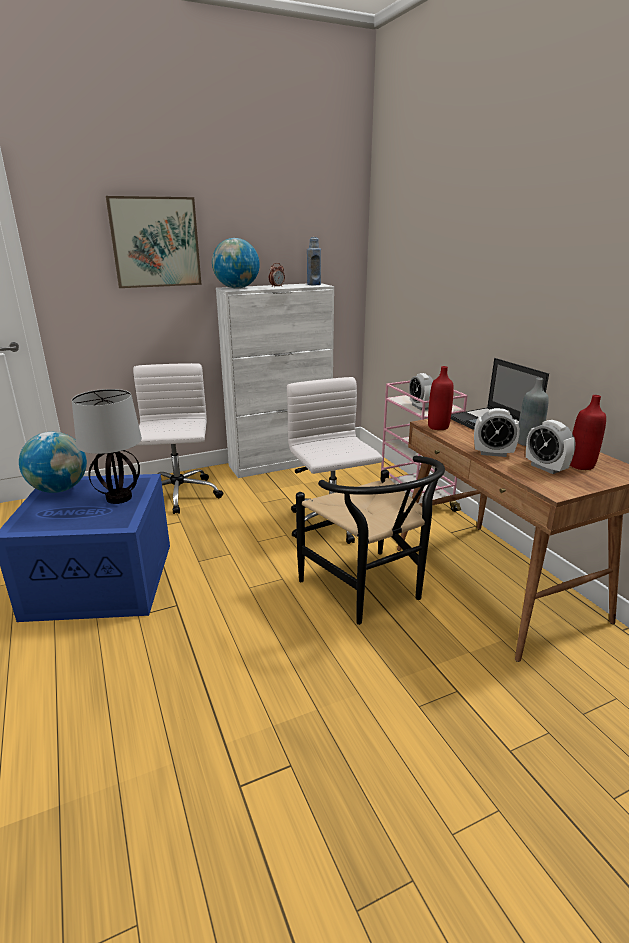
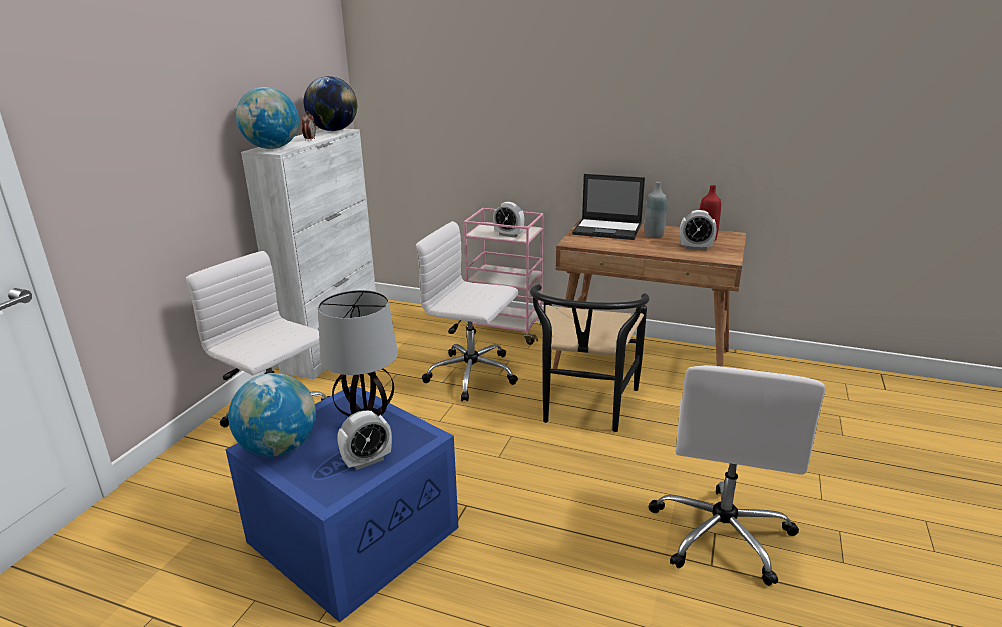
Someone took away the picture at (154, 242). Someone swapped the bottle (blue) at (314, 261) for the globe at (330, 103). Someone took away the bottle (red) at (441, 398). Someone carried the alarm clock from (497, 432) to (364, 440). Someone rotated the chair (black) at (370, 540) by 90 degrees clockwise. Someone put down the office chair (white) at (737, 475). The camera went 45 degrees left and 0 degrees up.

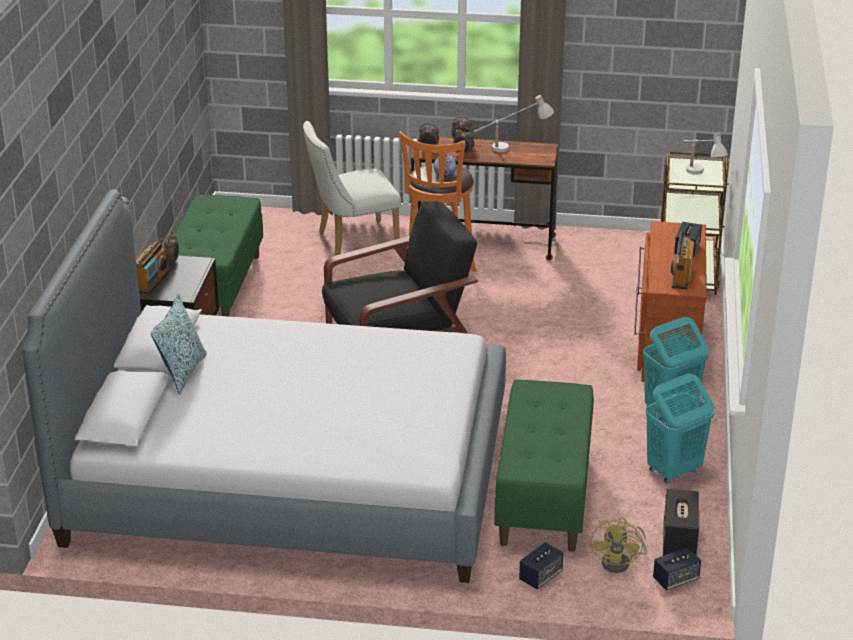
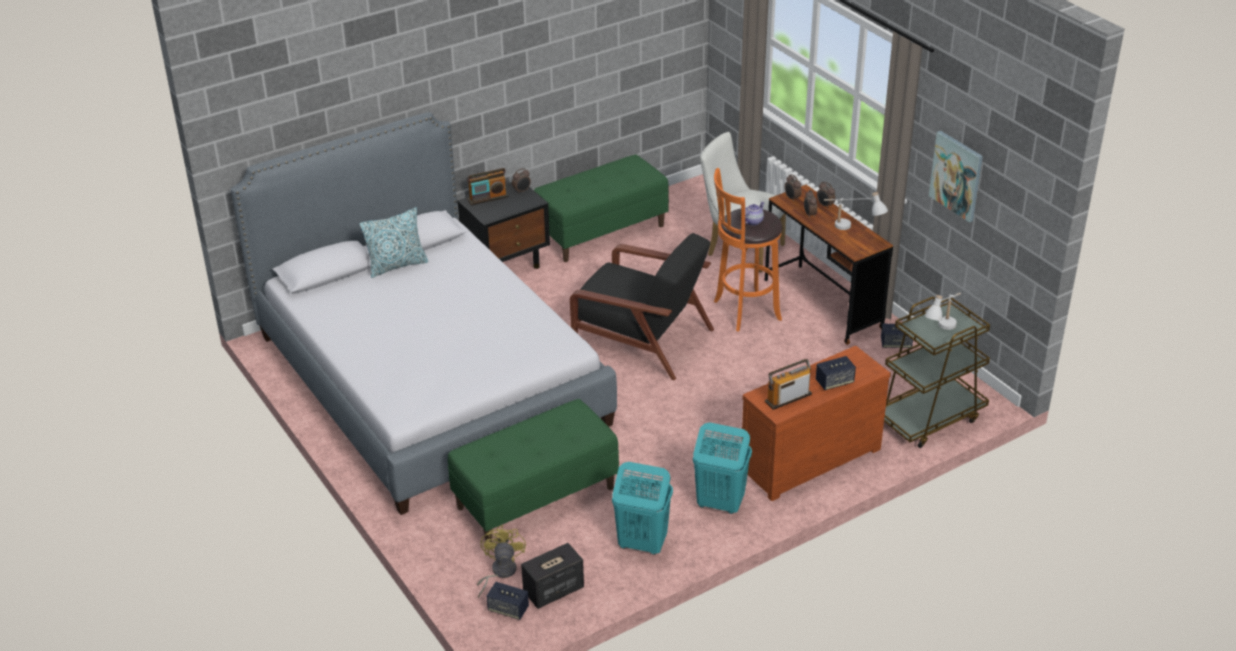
Someone rotated the fan (yellow) at (619, 545) by 120 degrees clockwise. Someone carried the speaker from (541, 565) to (897, 336). Someone put up the picture at (956, 176). The camera went 50 degrees right and 5 degrees up.

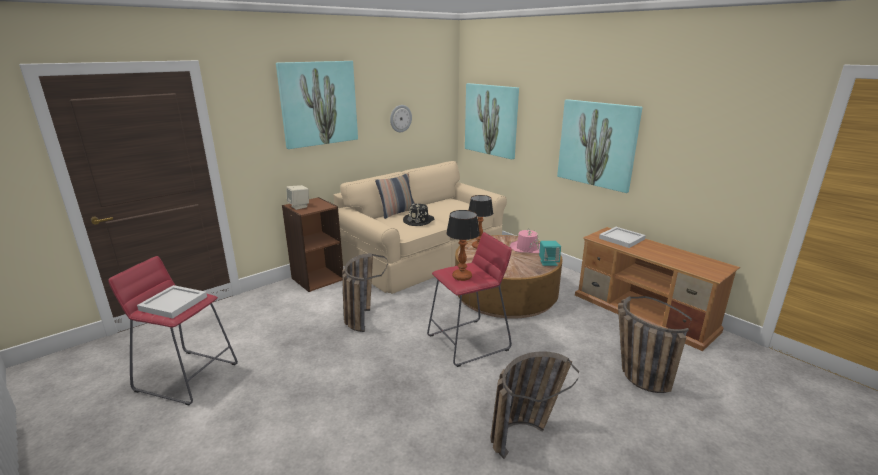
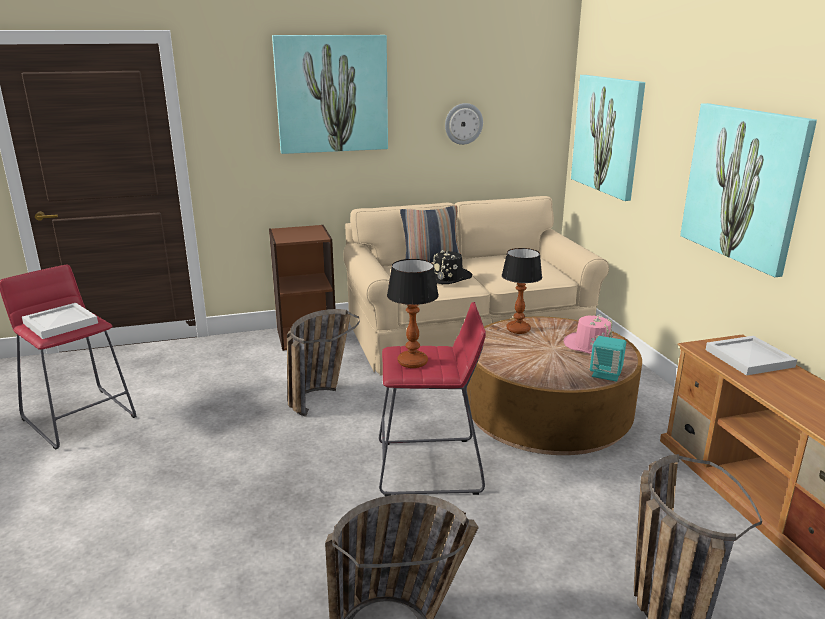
Someone took away the speaker (beige) at (297, 197). The camera went 25 degrees right and 0 degrees up.

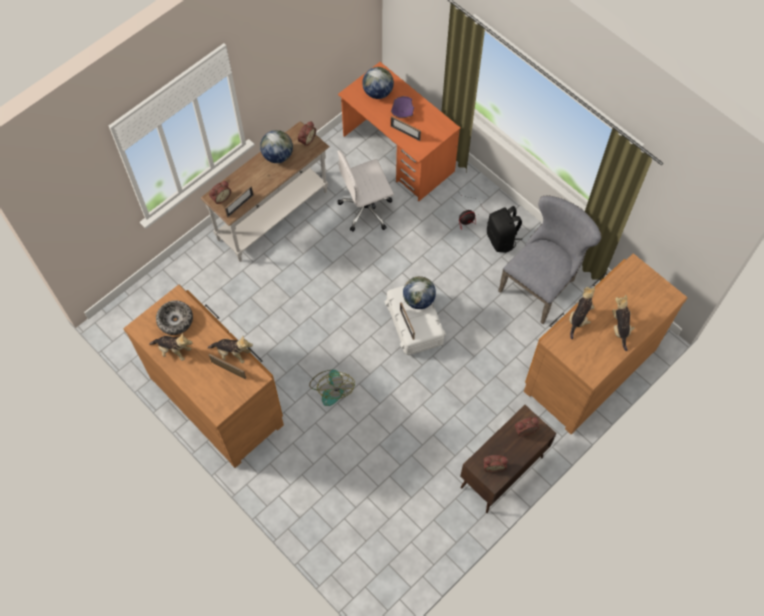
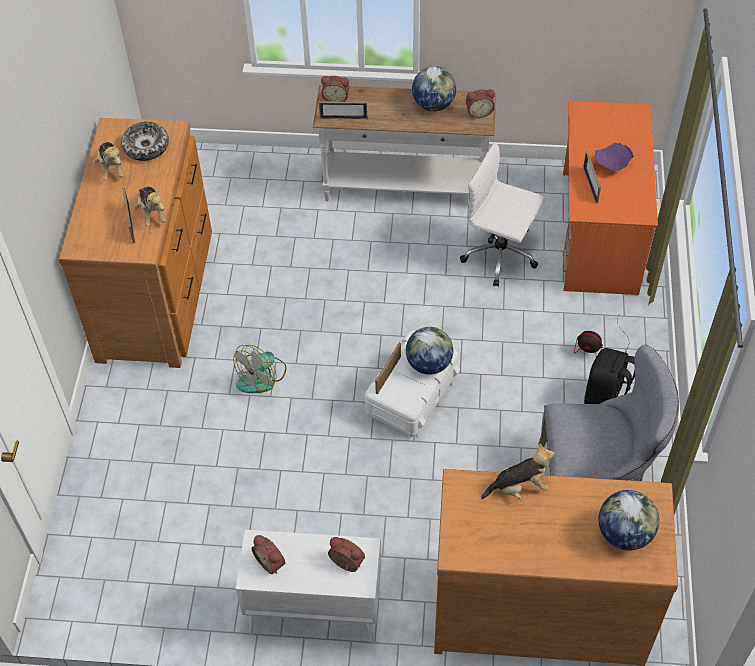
Someone carried the globe from (378, 83) to (628, 520). Someone took away the plush toy at (623, 323). Someone repainted the cabinet (brown) at (508, 459), which became the cabinet (white) at (308, 587). The camera went 50 degrees right and 10 degrees down.

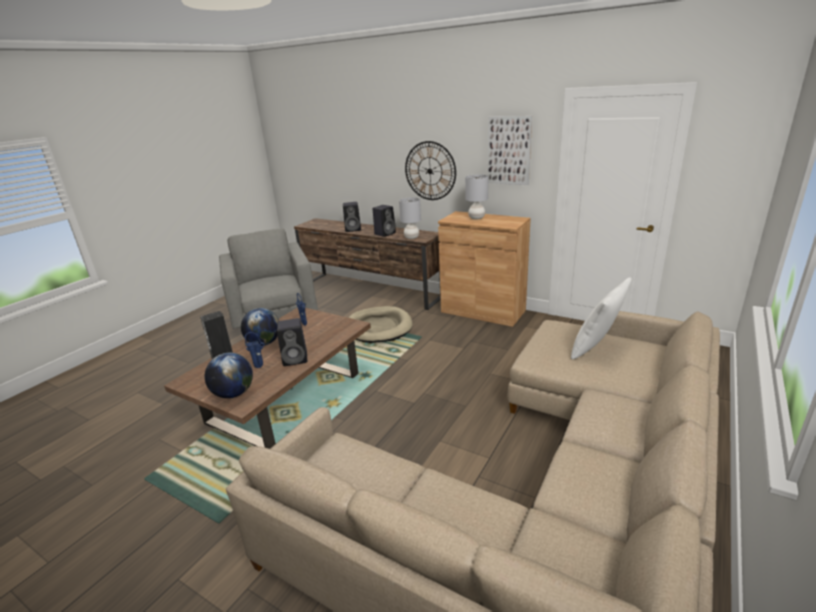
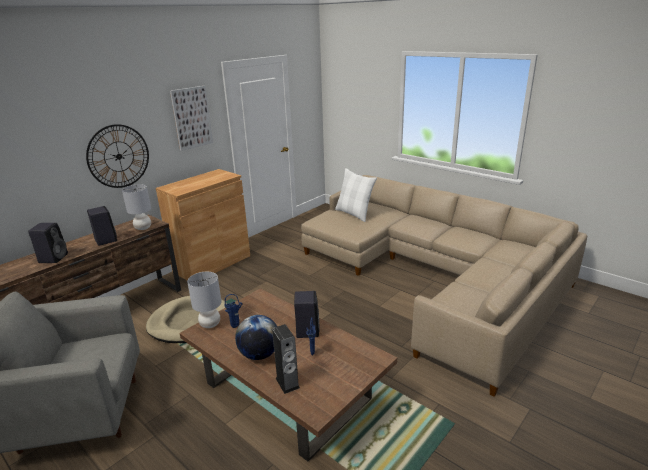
Someone carried the table lamp (grey) from (476, 197) to (204, 300). Someone took away the globe at (229, 375). The camera went 80 degrees left and 0 degrees up.

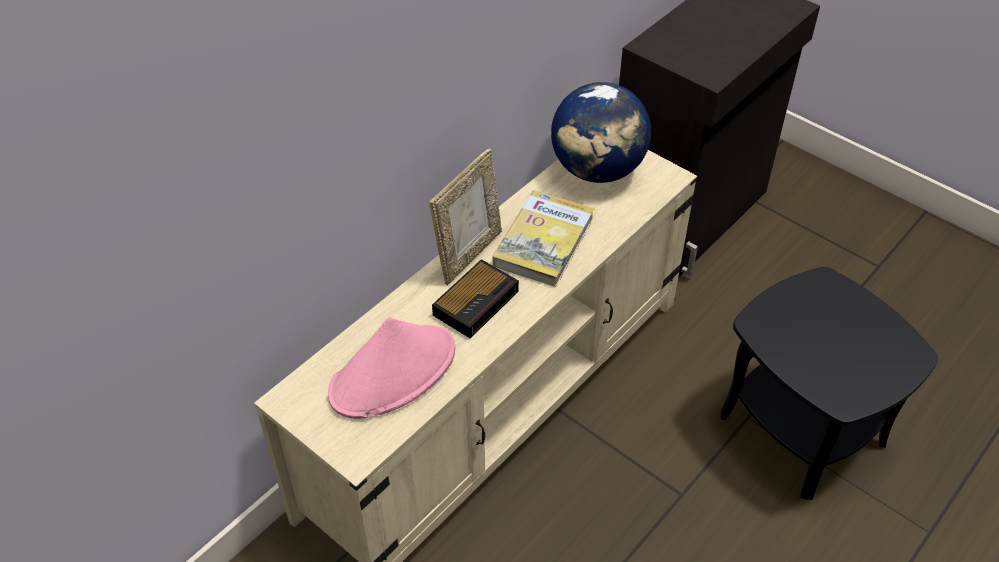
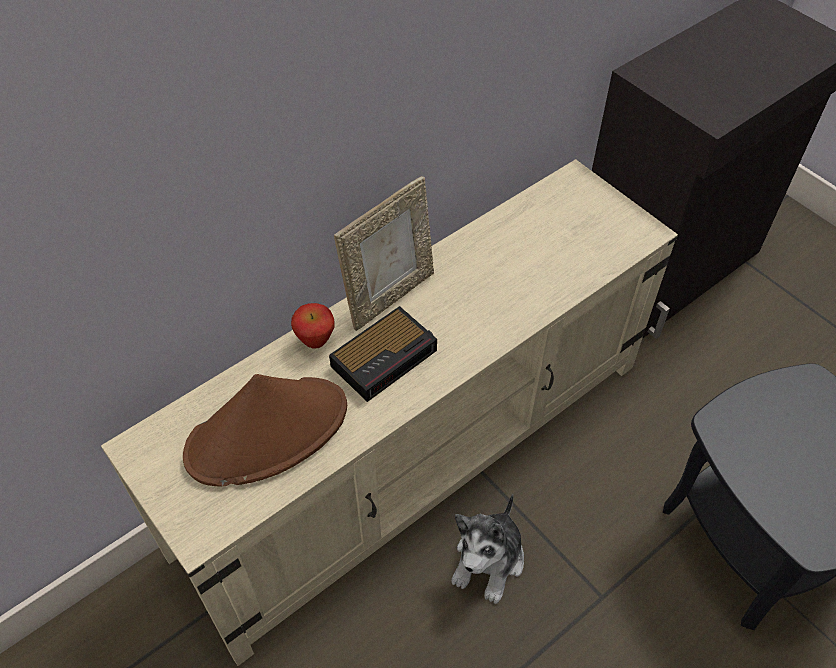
Someone took away the globe at (601, 132). Someone took away the book at (544, 238). Someone repainted the hat (pink) at (391, 368), which became the hat (brown) at (265, 430). Someone put down the apple at (313, 326). Someone put down the plush toy at (488, 549). The camera went 10 degrees right and 5 degrees up.

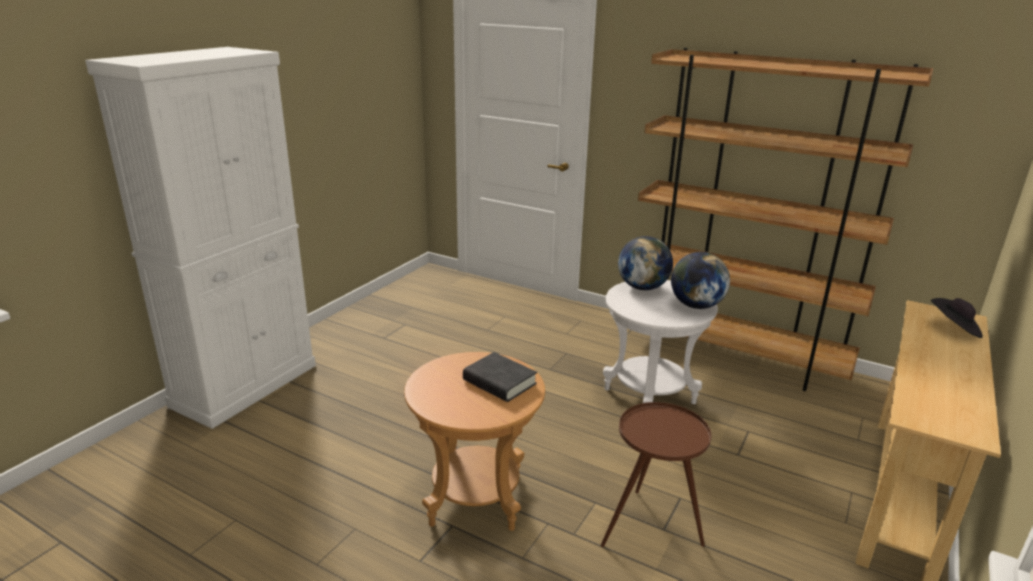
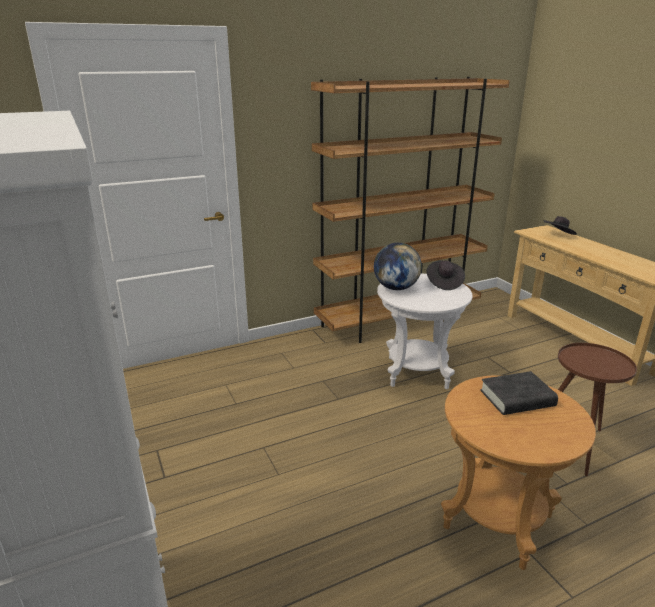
Someone swapped the globe at (700, 280) for the hat (black) at (445, 275). The camera went 55 degrees left and 0 degrees up.

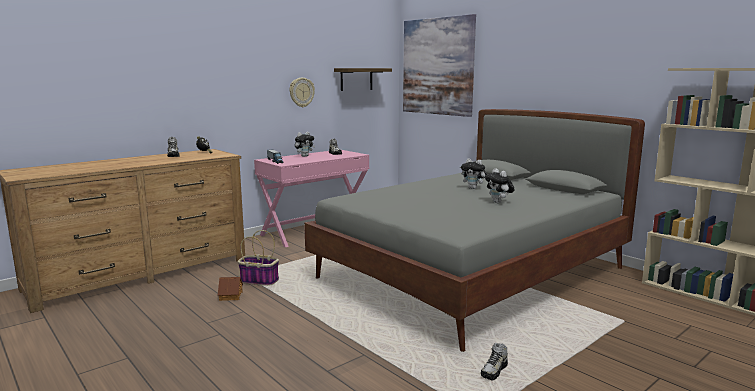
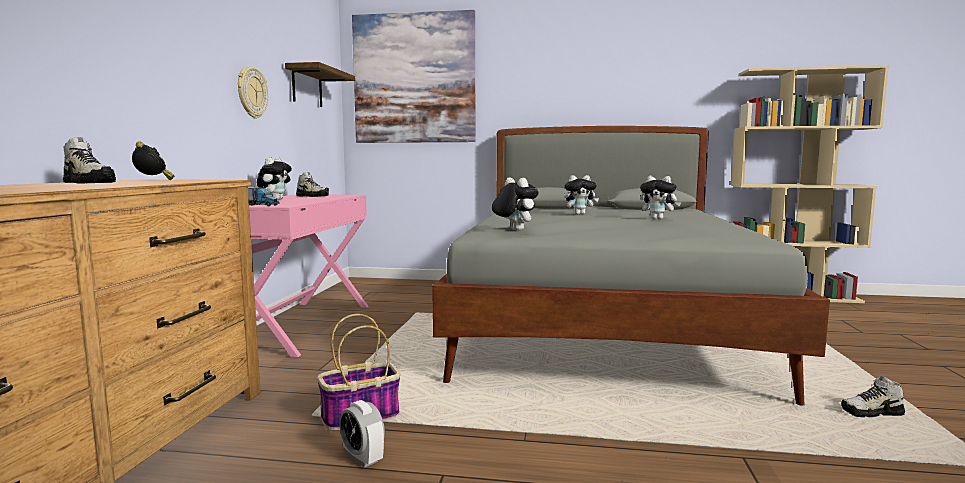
Someone swapped the toy house at (230, 289) for the alarm clock at (362, 434). Someone rotated the shoe at (494, 361) by 90 degrees clockwise. Someone put down the plush toy at (515, 204). The camera went 40 degrees left and 5 degrees down.

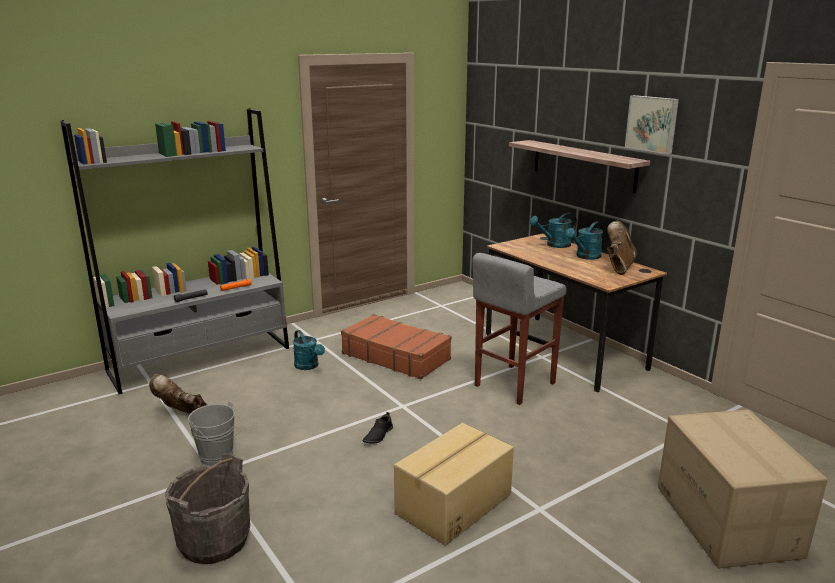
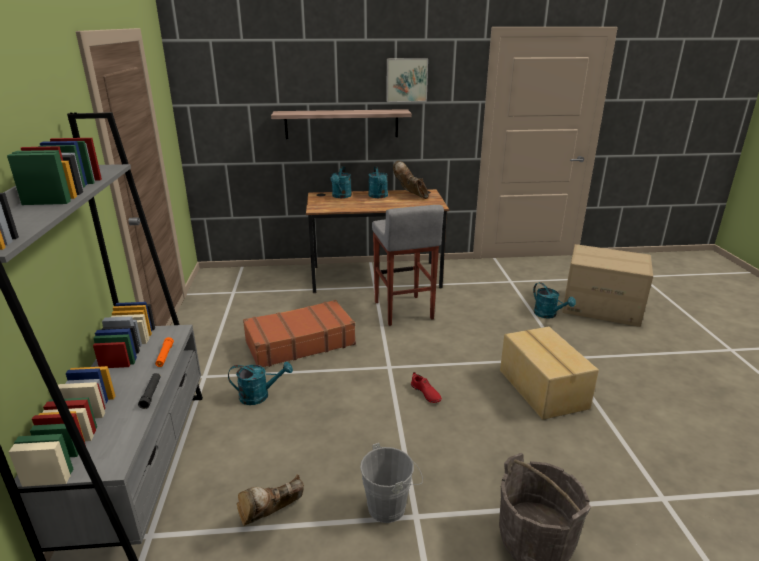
Someone repainted the shoe (black) at (378, 428), which became the shoe (red) at (426, 387). Someone put down the watering can (turquoise) at (554, 300). The camera went 60 degrees left and 5 degrees up.

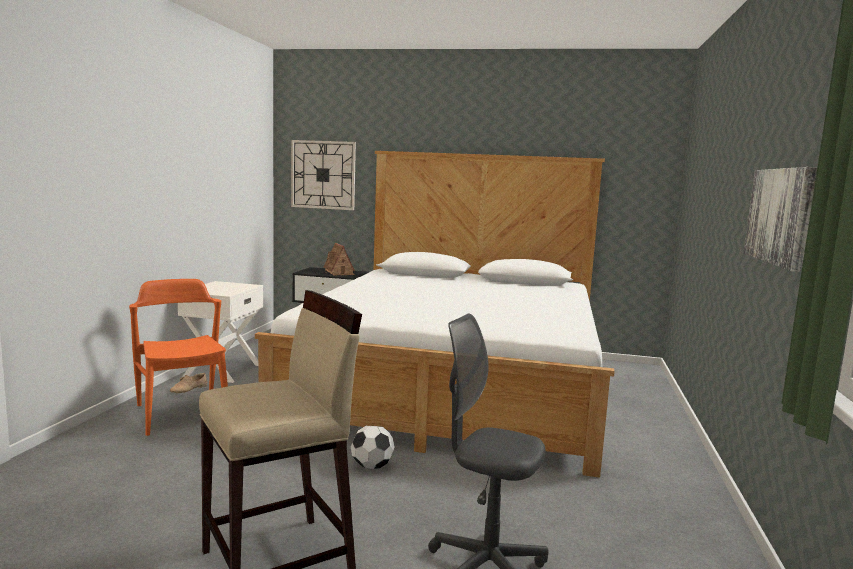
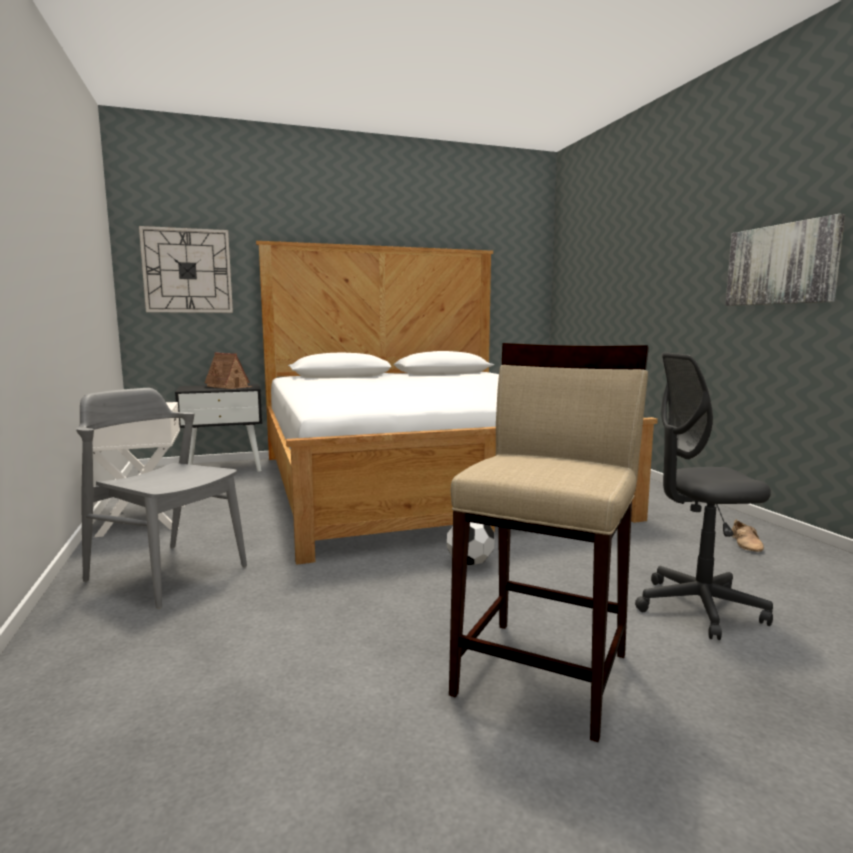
Someone repainted the chair (orange) at (178, 357), which became the chair (grey) at (161, 498). Someone carried the shoe (beige) from (188, 383) to (748, 535). The camera went 30 degrees left and 0 degrees up.

